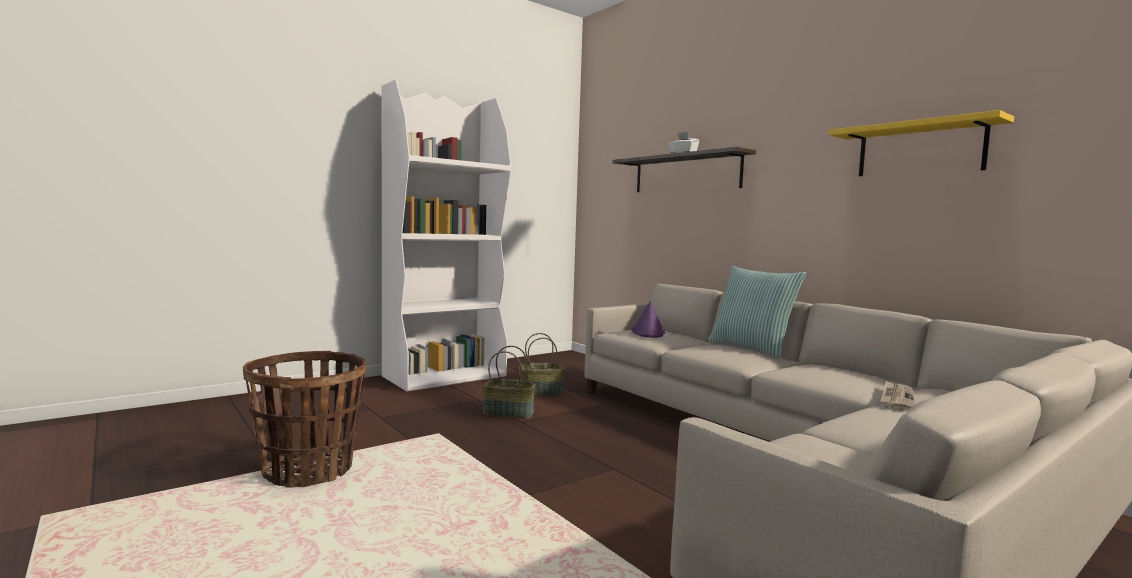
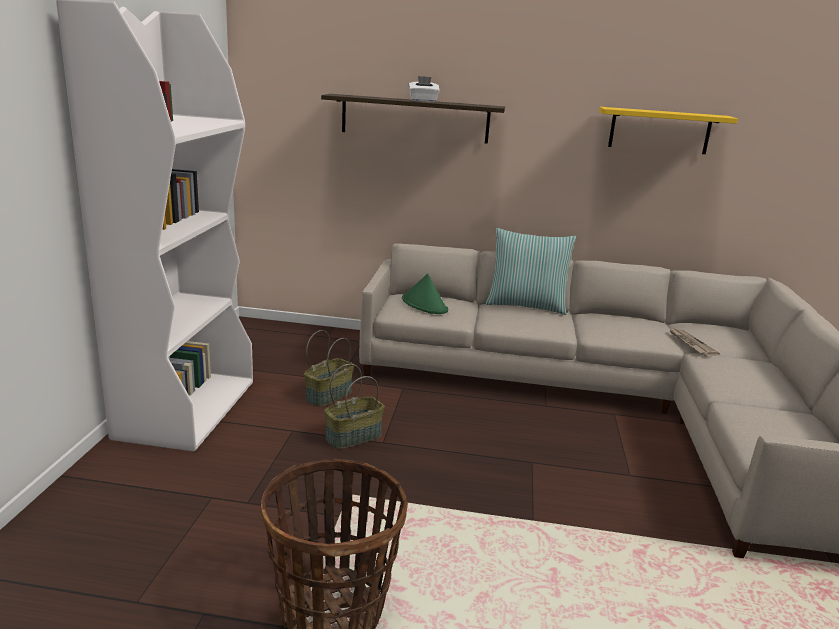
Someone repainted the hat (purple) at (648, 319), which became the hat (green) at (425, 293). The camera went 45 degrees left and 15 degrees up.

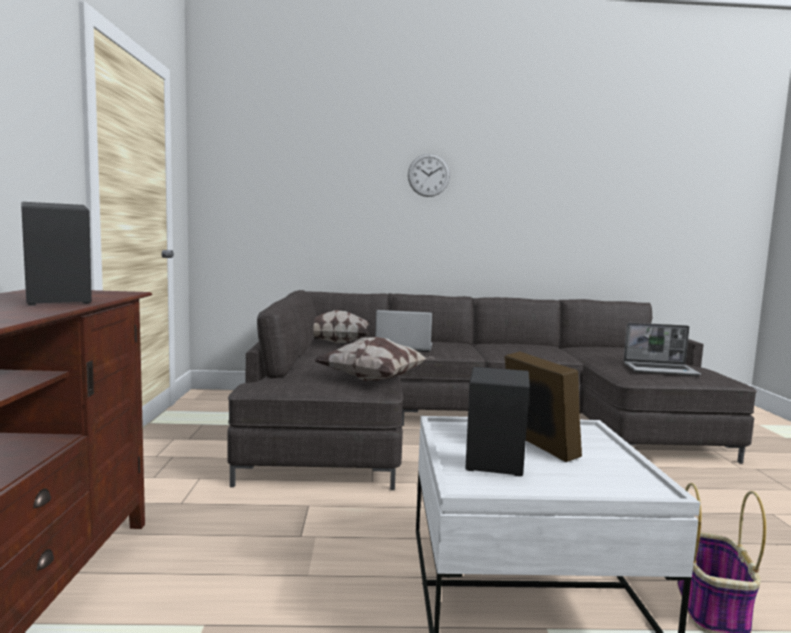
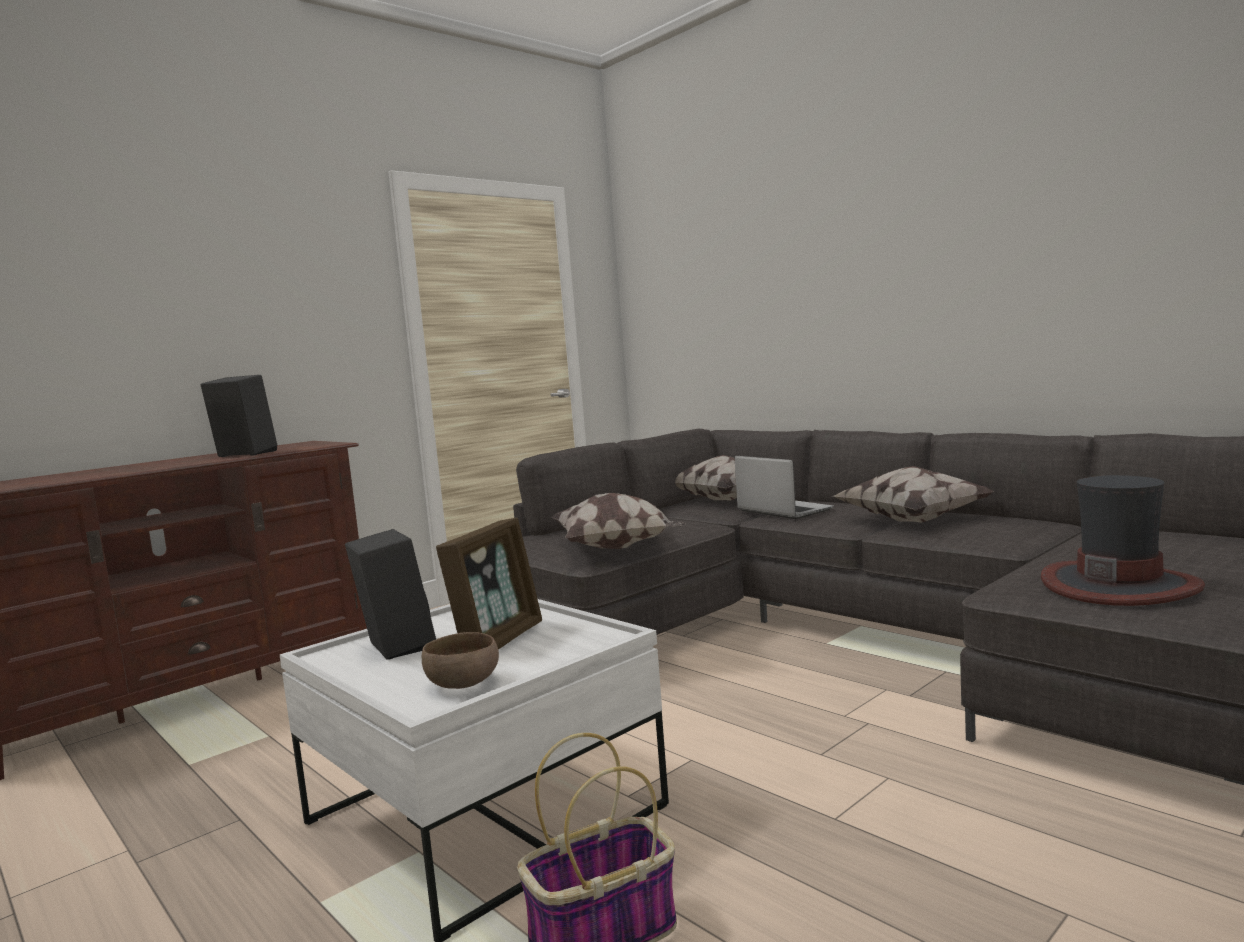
Someone took away the wall clock at (429, 175). Someone swapped the laptop at (662, 349) for the hat at (1123, 540). Someone put down the pillow at (914, 494). Someone put down the bowl (brown) at (460, 660). The camera went 50 degrees right and 0 degrees up.

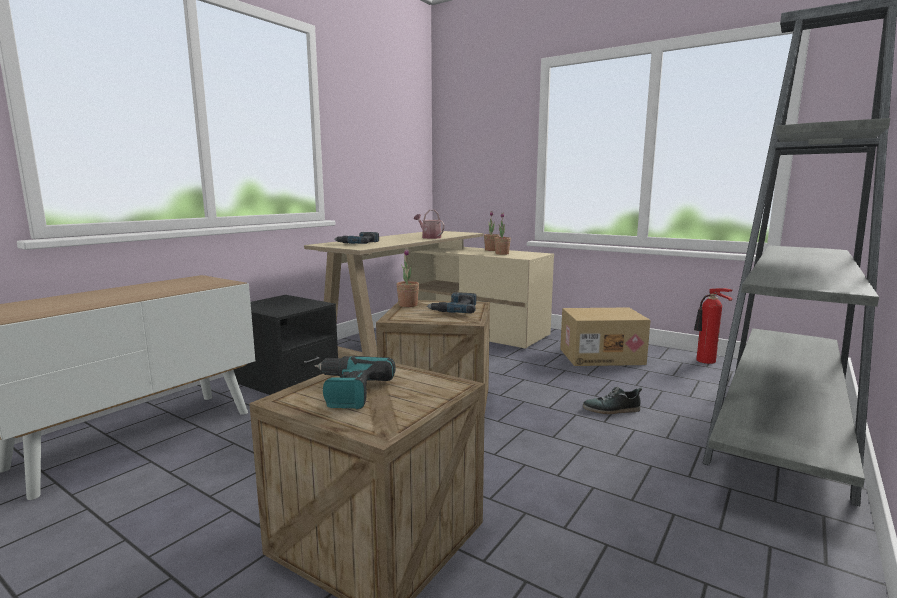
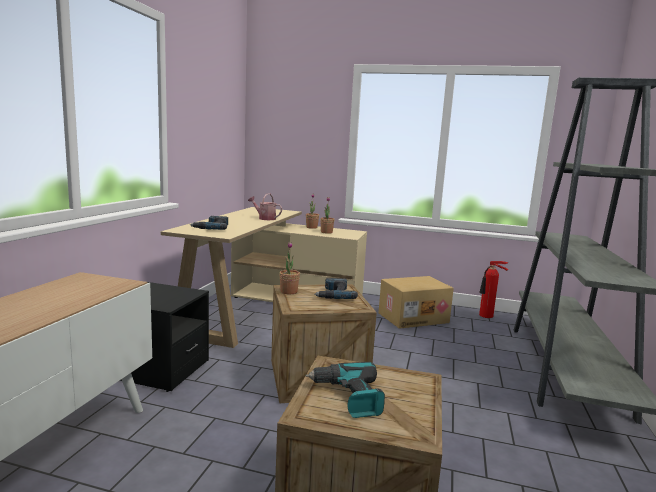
Someone took away the shoe at (612, 400). The camera went 20 degrees left and 0 degrees up.

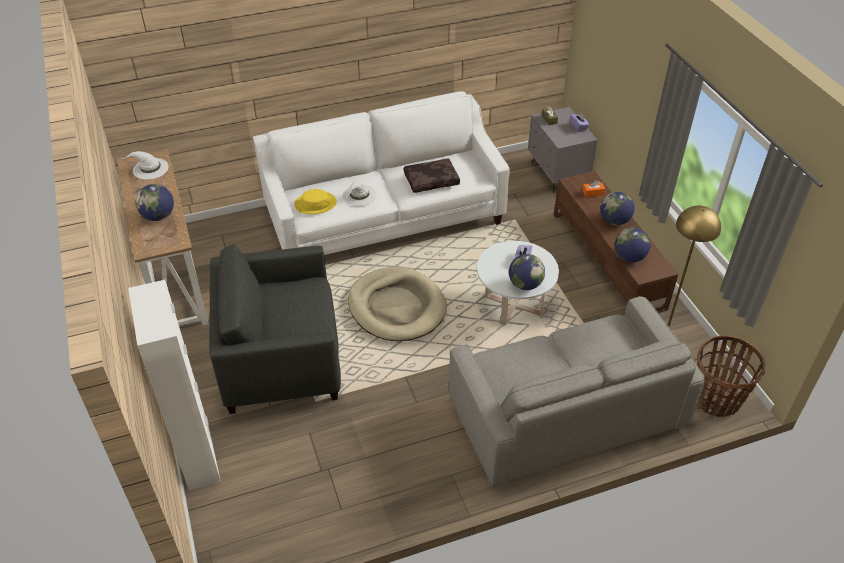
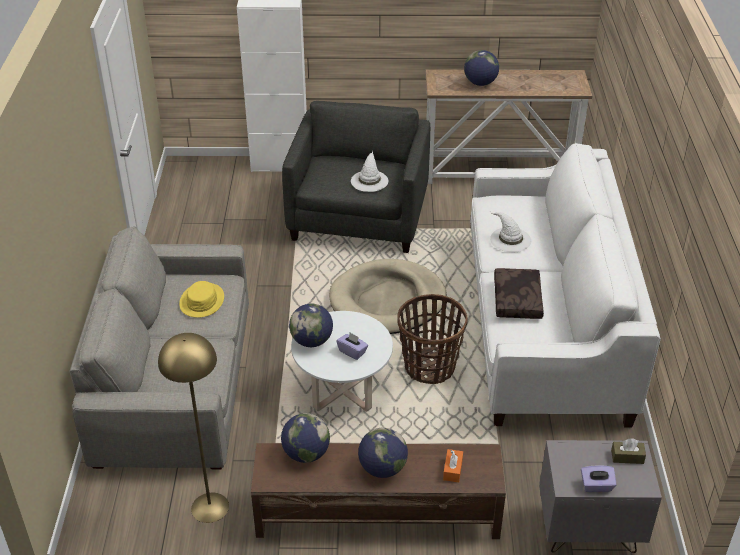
Someone carried the hat (white) from (145, 165) to (370, 171). Someone carried the hat (yellow) from (315, 201) to (201, 299). Someone carried the basket from (731, 376) to (432, 339). The camera went 110 degrees right and 5 degrees down.

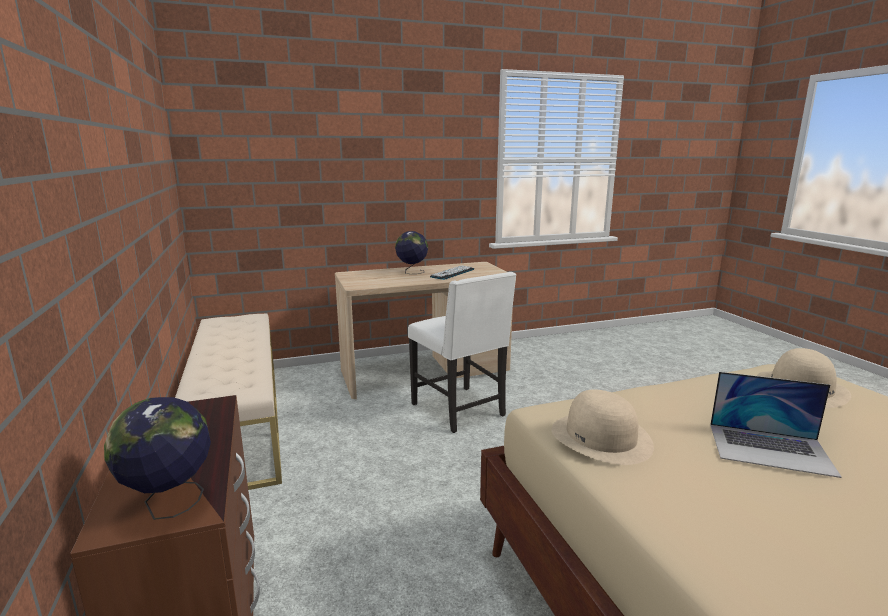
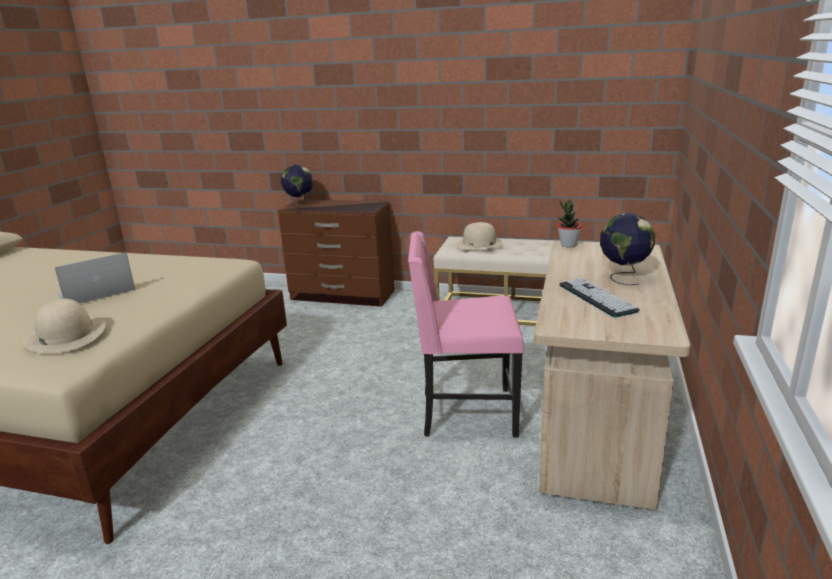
Someone repainted the chair (white) at (462, 352), which became the chair (pink) at (466, 334). Someone carried the hat (beige) from (602, 427) to (479, 236). Someone put down the potted plant at (569, 223). The camera went 125 degrees right and 5 degrees up.

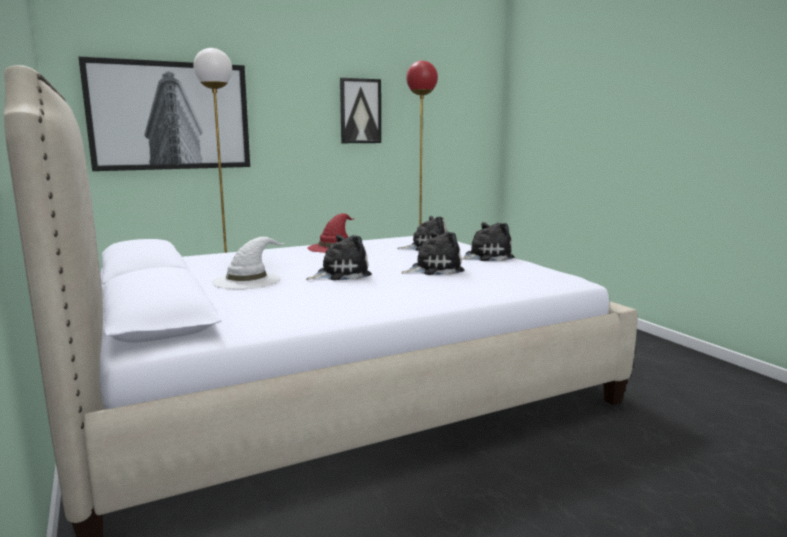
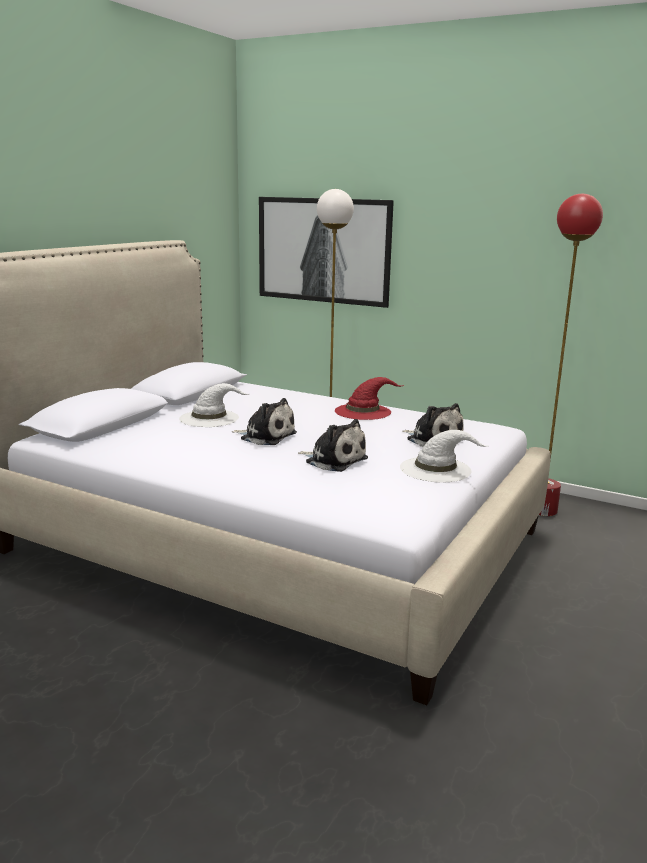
Someone took away the picture at (360, 110). Someone swapped the plush toy at (487, 241) for the hat (white) at (444, 456). The camera went 55 degrees right and 5 degrees up.

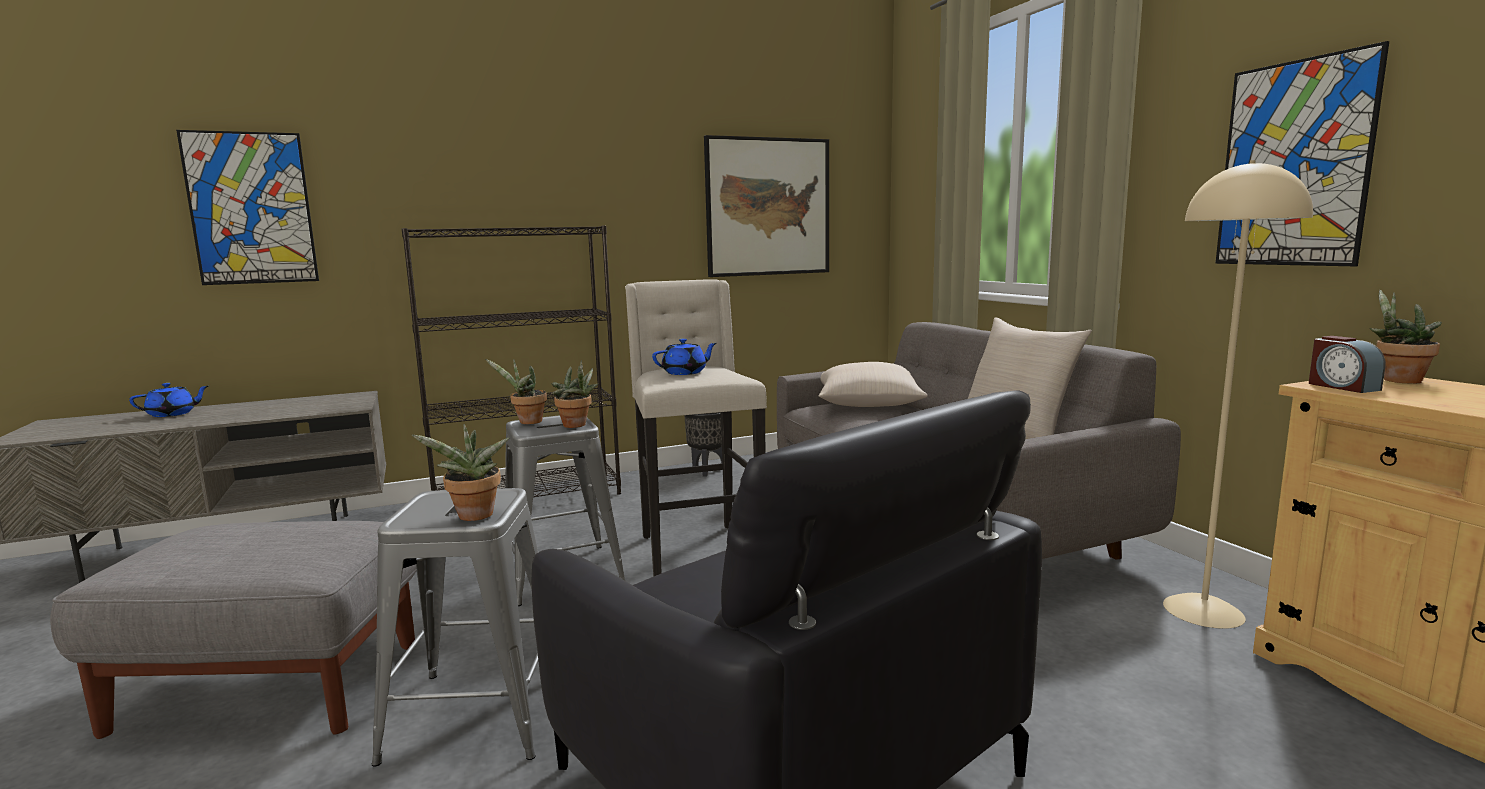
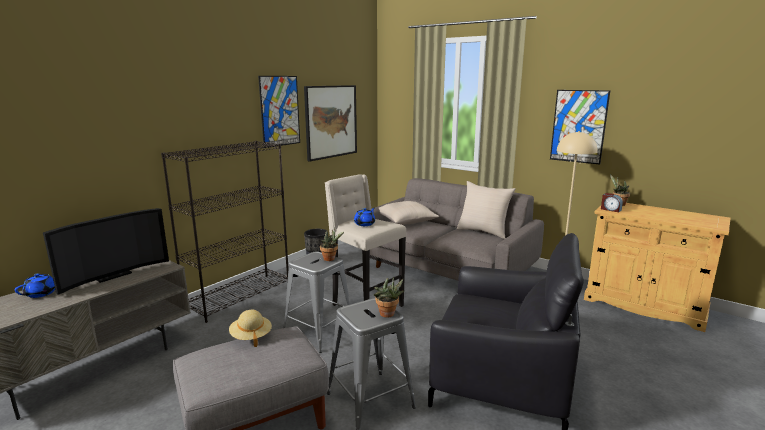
Someone carried the picture from (247, 207) to (279, 112). Someone took away the potted plant at (516, 391). Someone put down the television at (106, 251). Someone put down the hat (beige) at (250, 328). The camera went 30 degrees left and 5 degrees up.

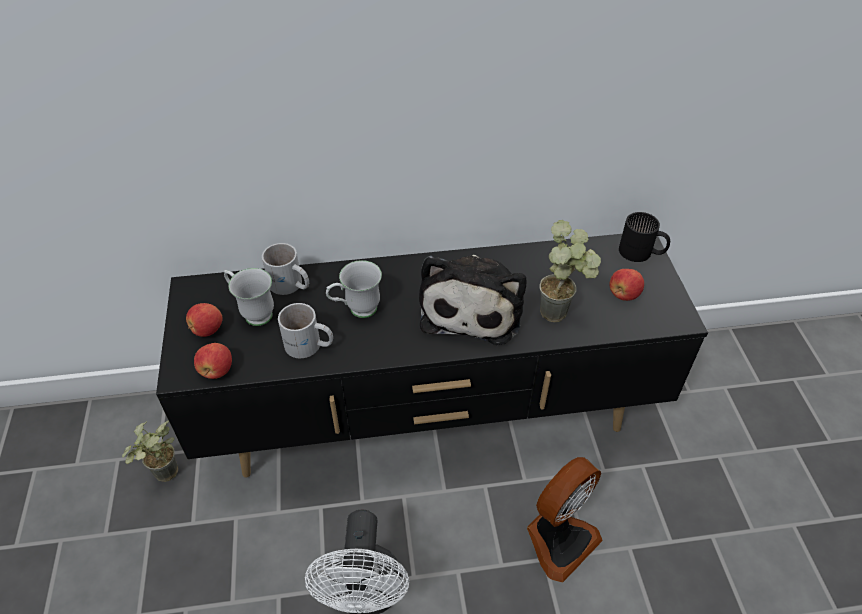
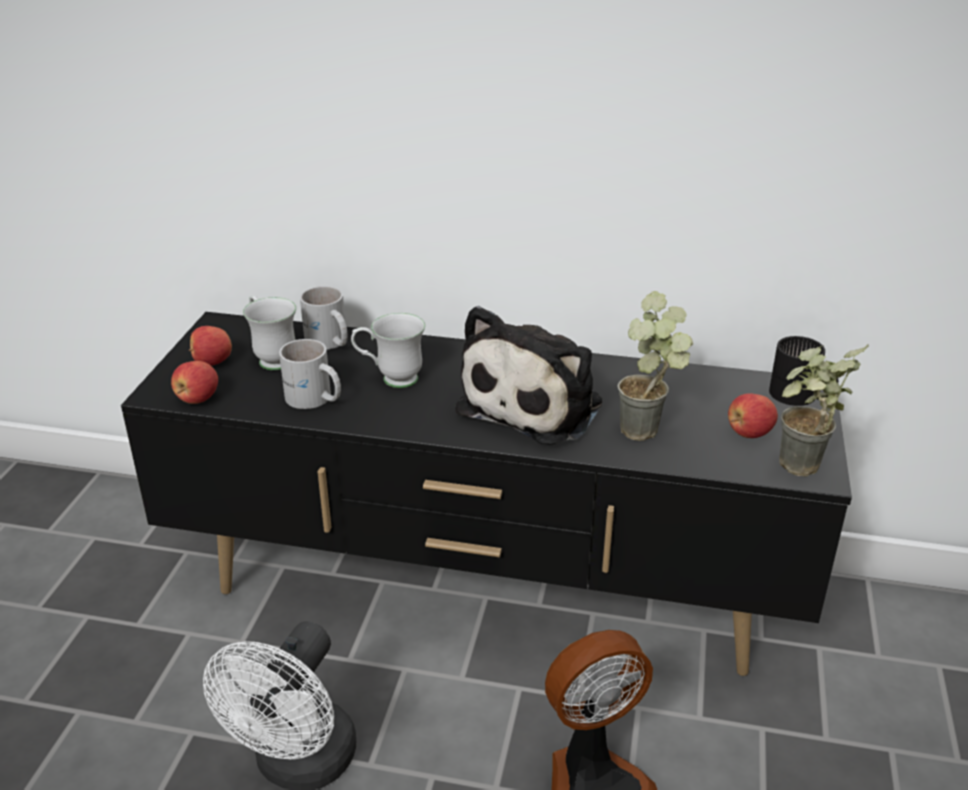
Someone carried the potted plant from (150, 451) to (824, 410). The camera went 20 degrees right and 15 degrees down.

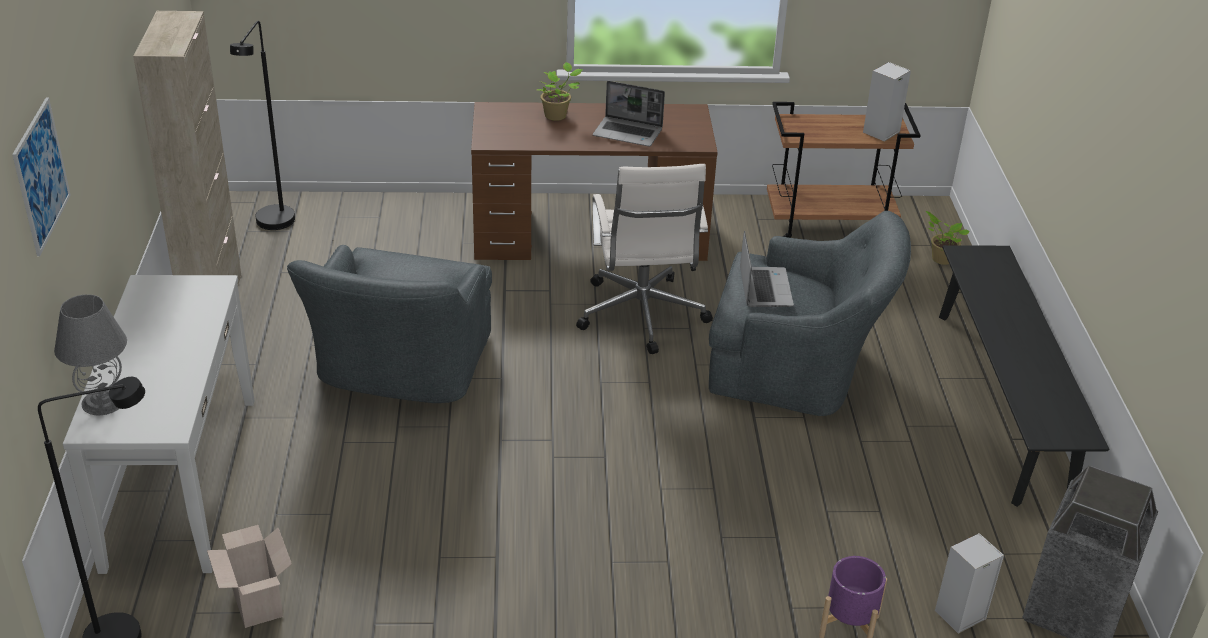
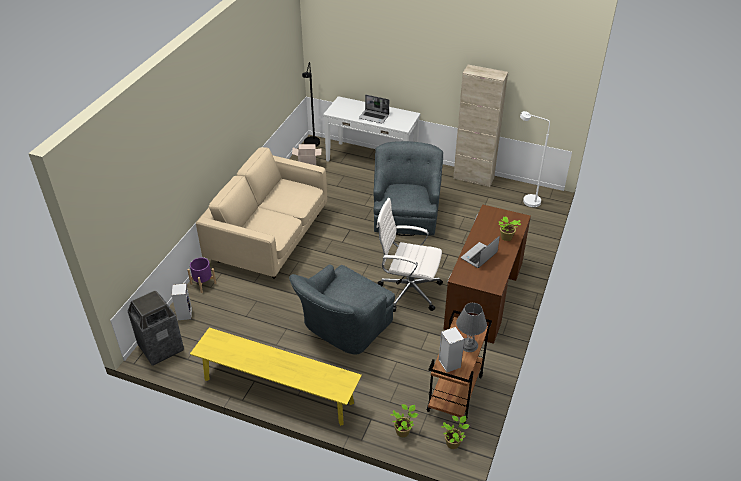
Someone repainted the floor lamp (black) at (262, 125), which became the floor lamp (white) at (535, 159). Someone took away the picture at (41, 176). Someone carried the laptop from (767, 269) to (374, 109). Someone rotated the armchair (grey) at (389, 324) by 60 degrees clockwise. Someone repainted the bench (black) at (1024, 376), which became the bench (yellow) at (276, 377). Someone carried the table lamp (grey) from (90, 354) to (471, 327). Someone put down the sofa (beige) at (261, 213). Someone put down the potted plant at (455, 432). The camera went 115 degrees right and 5 degrees up.

